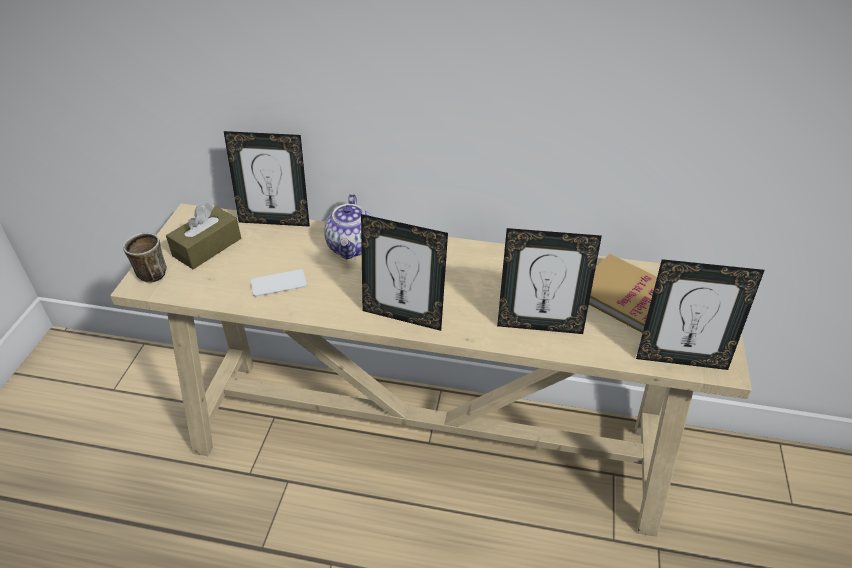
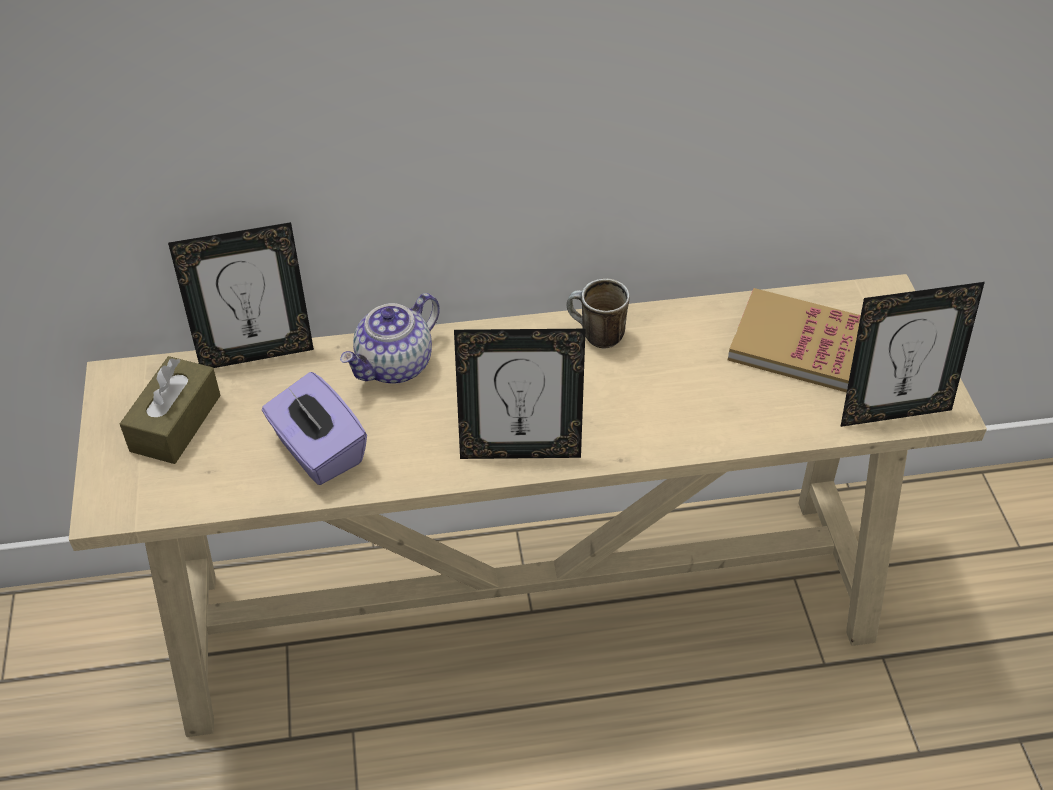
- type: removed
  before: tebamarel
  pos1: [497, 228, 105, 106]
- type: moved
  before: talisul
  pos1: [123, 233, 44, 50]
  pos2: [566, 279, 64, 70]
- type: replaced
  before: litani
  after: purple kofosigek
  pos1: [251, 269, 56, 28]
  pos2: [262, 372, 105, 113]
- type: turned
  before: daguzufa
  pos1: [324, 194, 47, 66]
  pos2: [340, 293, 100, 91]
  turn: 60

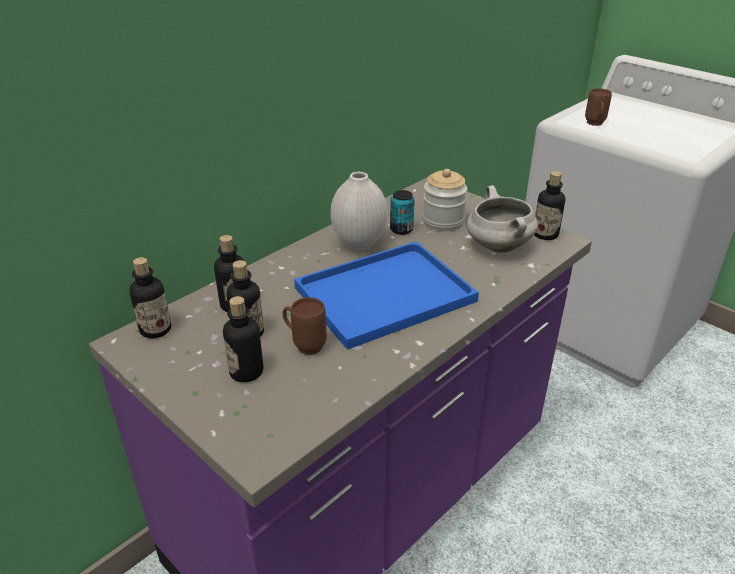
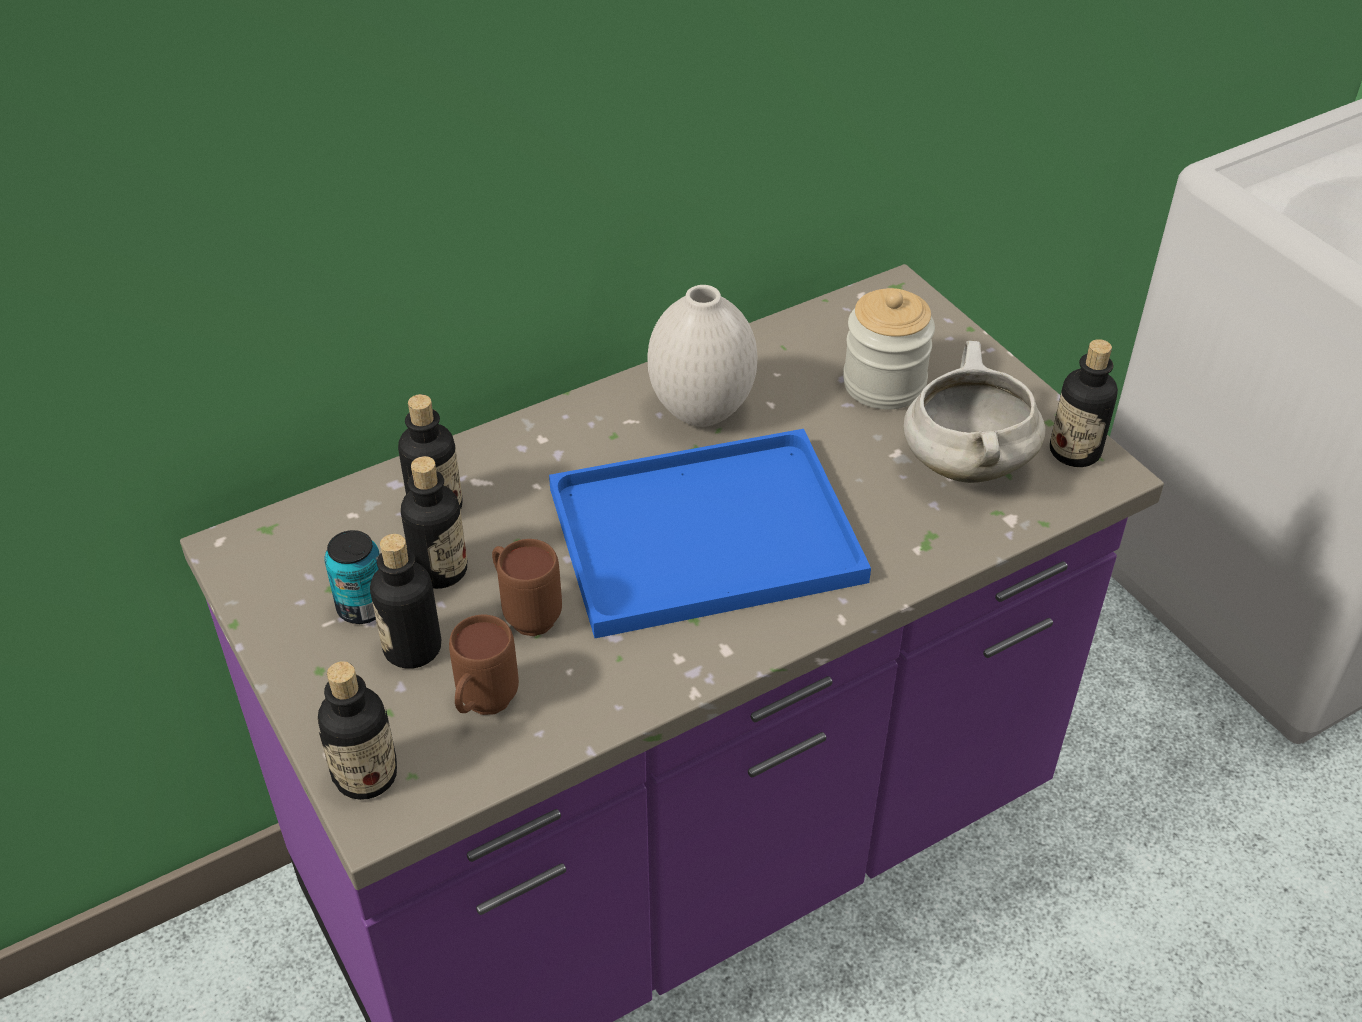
- type: moved
  before: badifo
  pos1: [129, 257, 42, 81]
  pos2: [318, 661, 79, 139]
- type: moved
  before: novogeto
  pos1: [390, 190, 25, 45]
  pos2: [324, 530, 56, 94]
- type: moved
  before: brown talisul
  pos1: [585, 88, 27, 38]
  pos2: [449, 615, 70, 100]

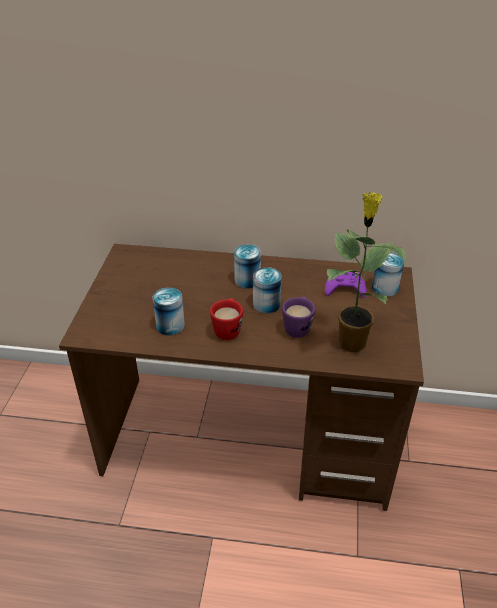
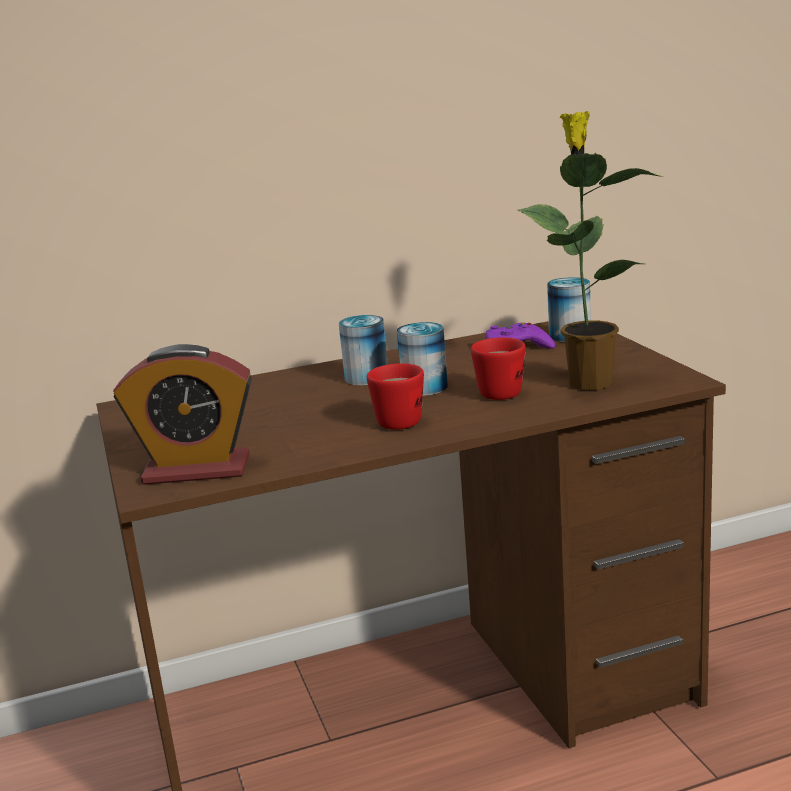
- type: removed
  before: novogeto
  pos1: [153, 288, 32, 48]
- type: added
  after: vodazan
  pos2: [113, 344, 139, 141]
- type: recoloured
  before: purple talisul
  after: red talisul
  pos1: [282, 297, 33, 41]
  pos2: [471, 338, 55, 62]

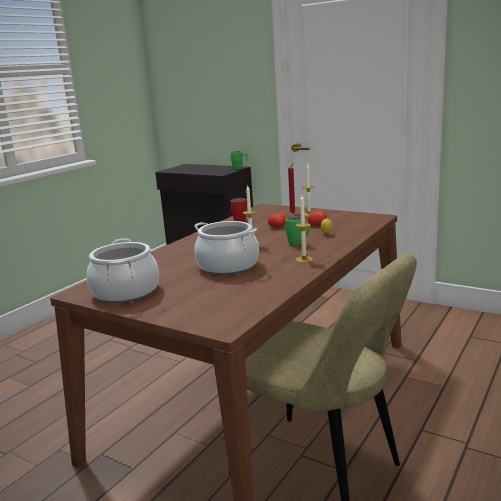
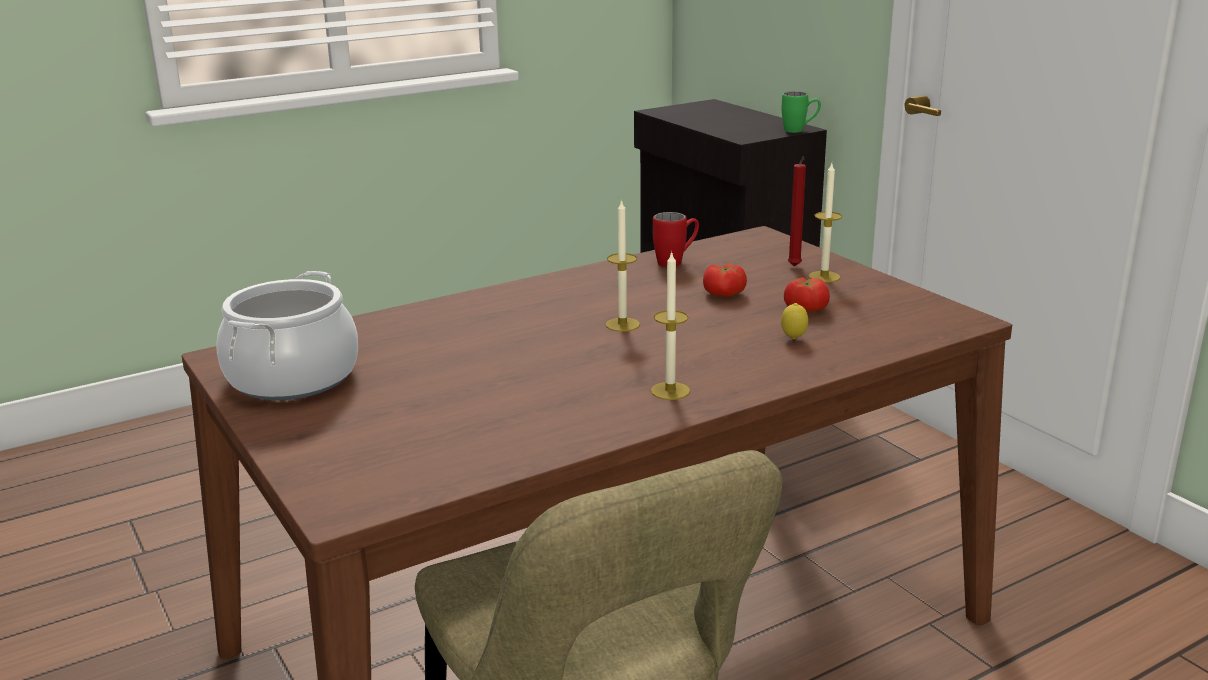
- type: removed
  before: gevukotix
  pos1: [194, 221, 65, 54]
- type: removed
  before: green talisul
  pos1: [285, 216, 25, 30]

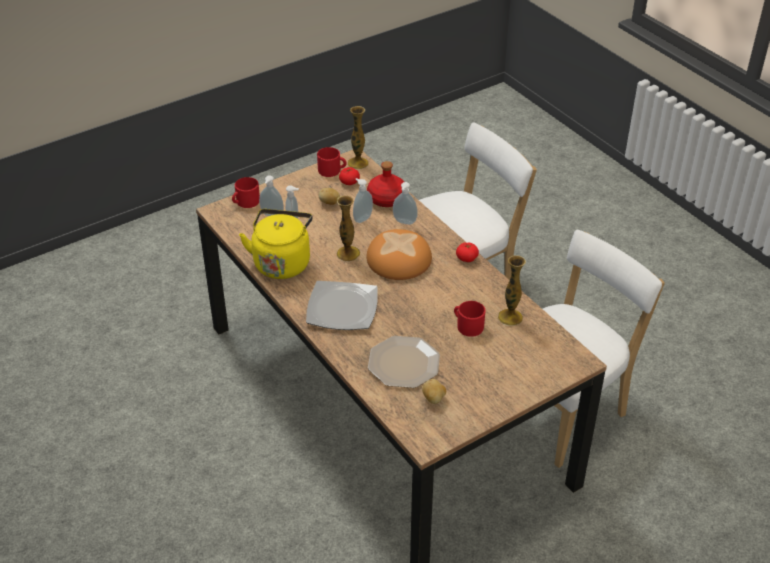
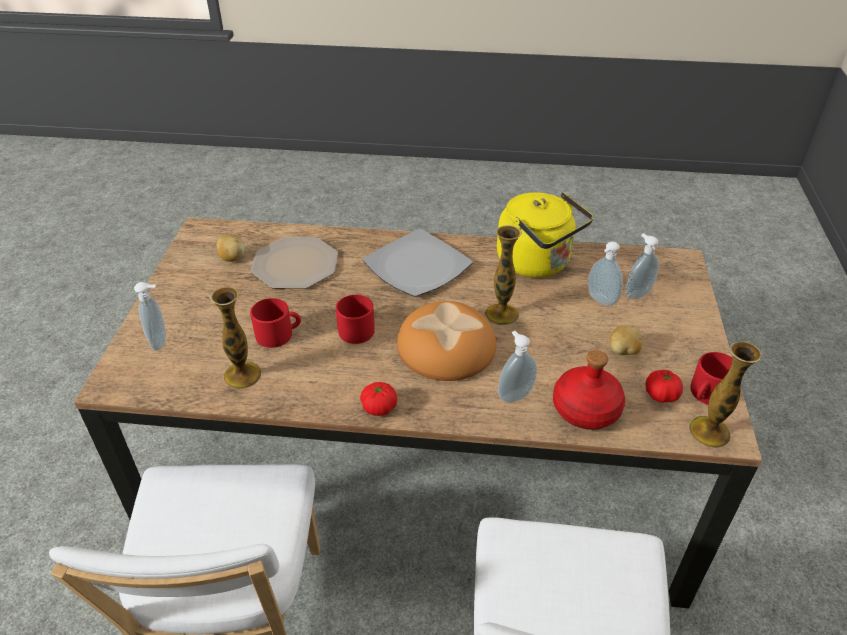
- type: moved
  before: red talisul
  pos1: [232, 177, 28, 31]
  pos2: [336, 295, 39, 49]
- type: moved
  before: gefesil
  pos1: [353, 178, 20, 45]
  pos2: [134, 282, 32, 68]

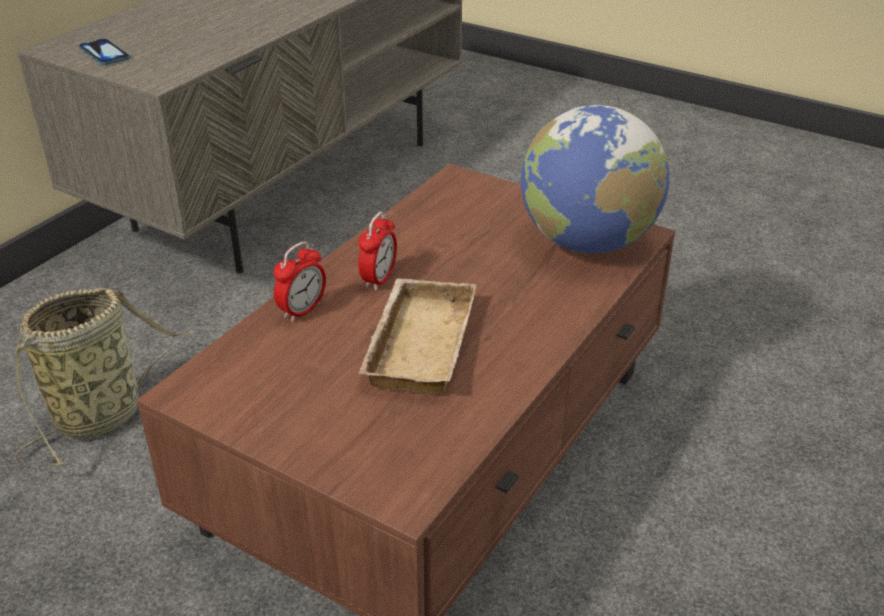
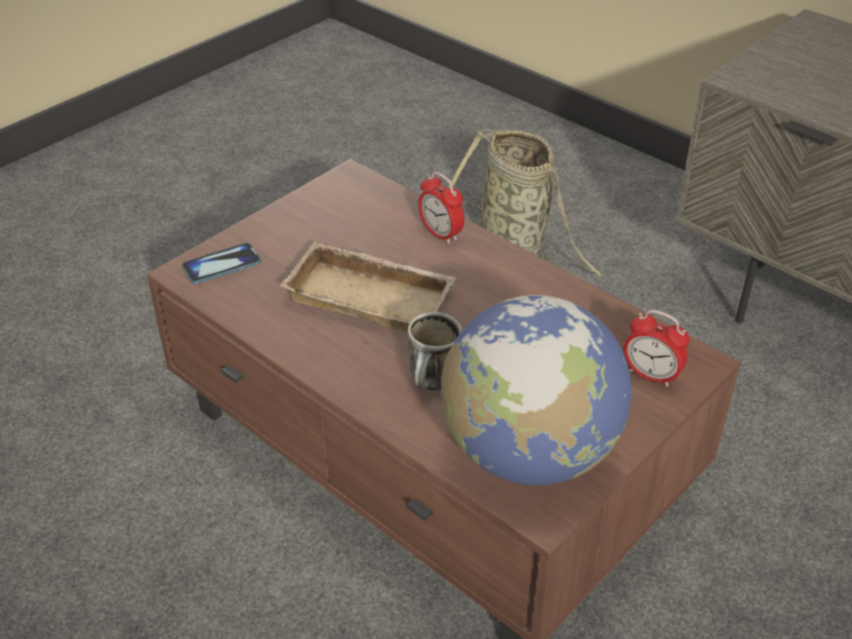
- type: added
  after: talisul
  pos2: [408, 312, 54, 78]
- type: moved
  before: litani
  pos1: [78, 38, 52, 27]
  pos2: [181, 243, 80, 41]
- type: moved
  before: vodazan
  pos1: [359, 212, 38, 79]
  pos2: [624, 310, 65, 77]

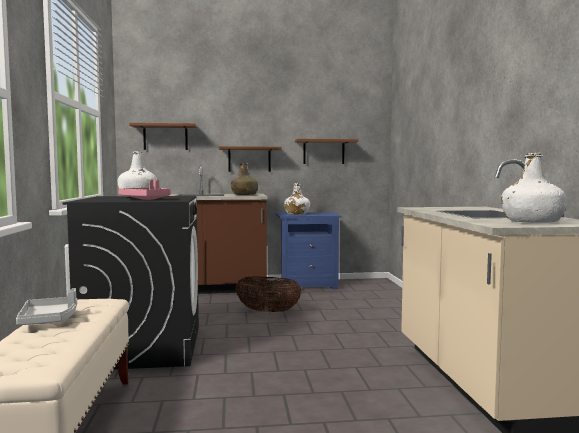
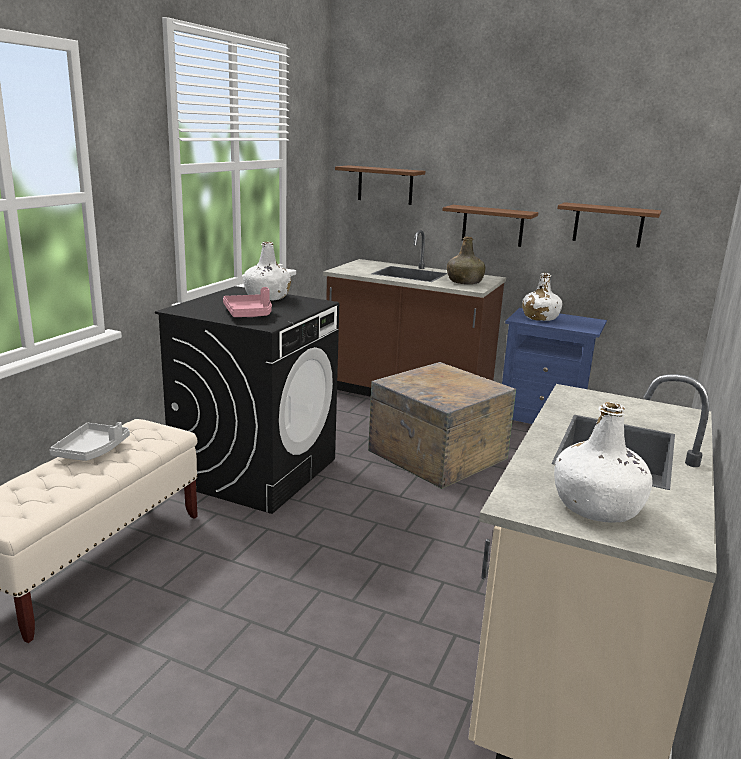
- type: replaced
  before: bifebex
  after: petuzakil
  pos1: [235, 276, 67, 36]
  pos2: [368, 362, 148, 127]

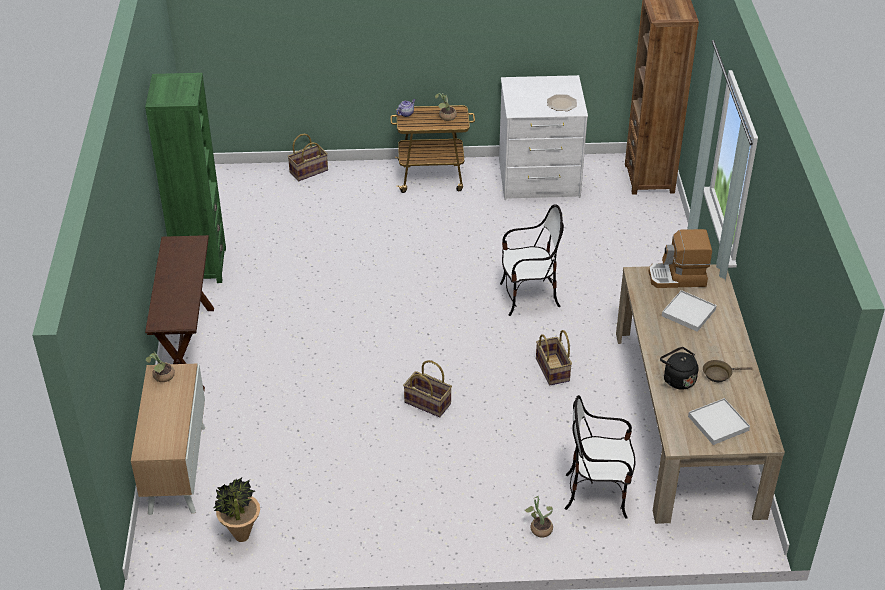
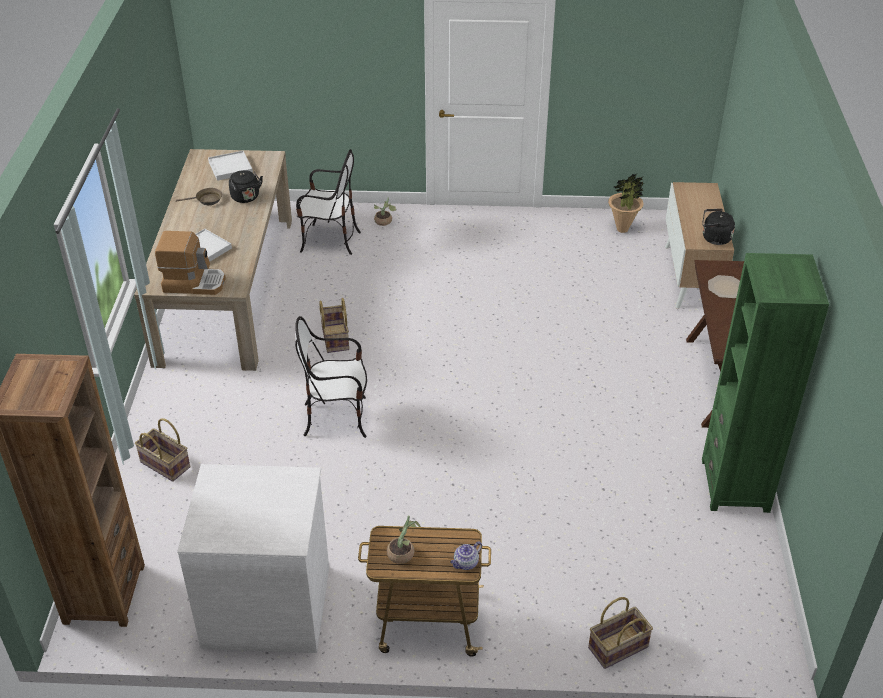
- type: moved
  before: bifebex
  pos1: [403, 360, 49, 57]
  pos2: [135, 418, 55, 64]
- type: moved
  before: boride
  pos1: [547, 94, 30, 17]
  pos2: [708, 275, 32, 24]
- type: replaced
  before: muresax
  after: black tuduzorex
  pos1: [146, 352, 29, 30]
  pos2: [702, 209, 33, 36]

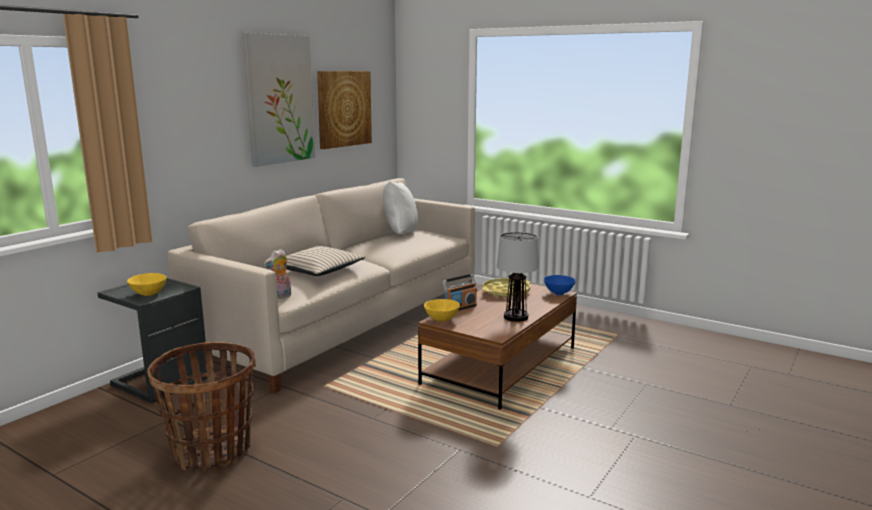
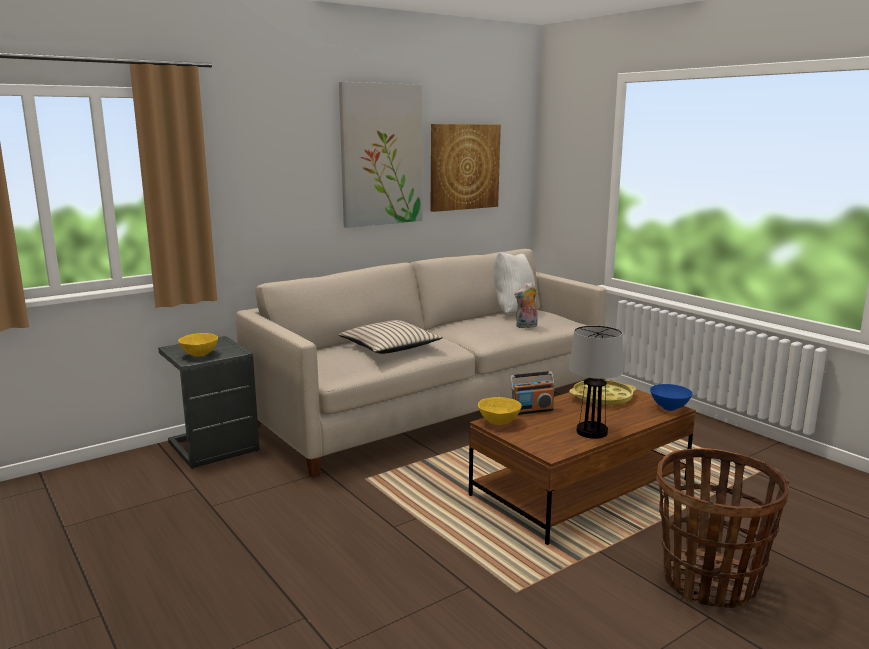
- type: moved
  before: bifebex
  pos1: [147, 342, 109, 129]
  pos2: [656, 448, 133, 160]
- type: moved
  before: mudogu
  pos1: [263, 249, 28, 50]
  pos2: [515, 282, 23, 46]

